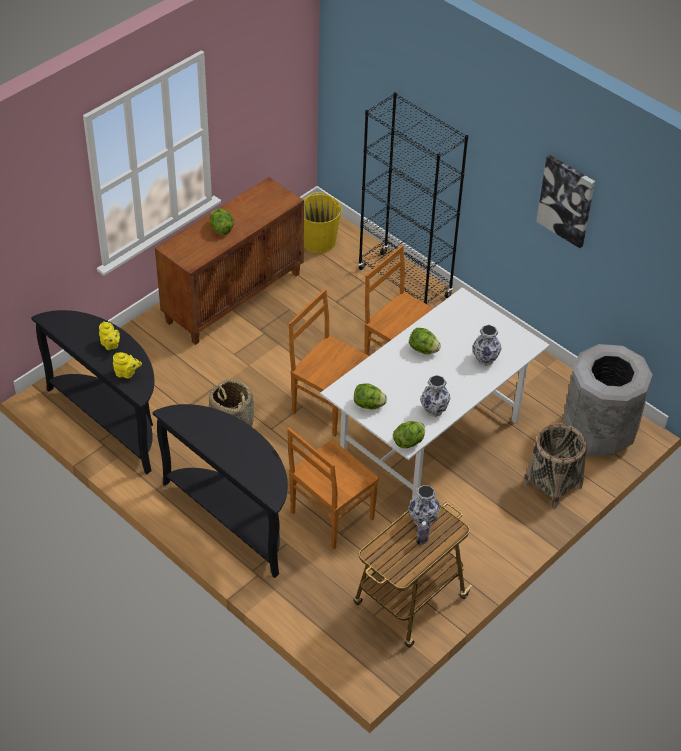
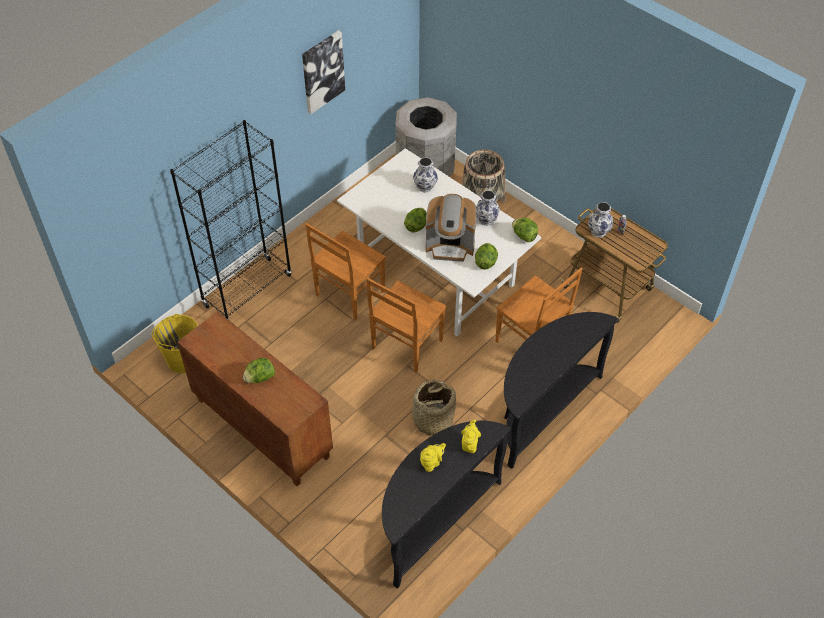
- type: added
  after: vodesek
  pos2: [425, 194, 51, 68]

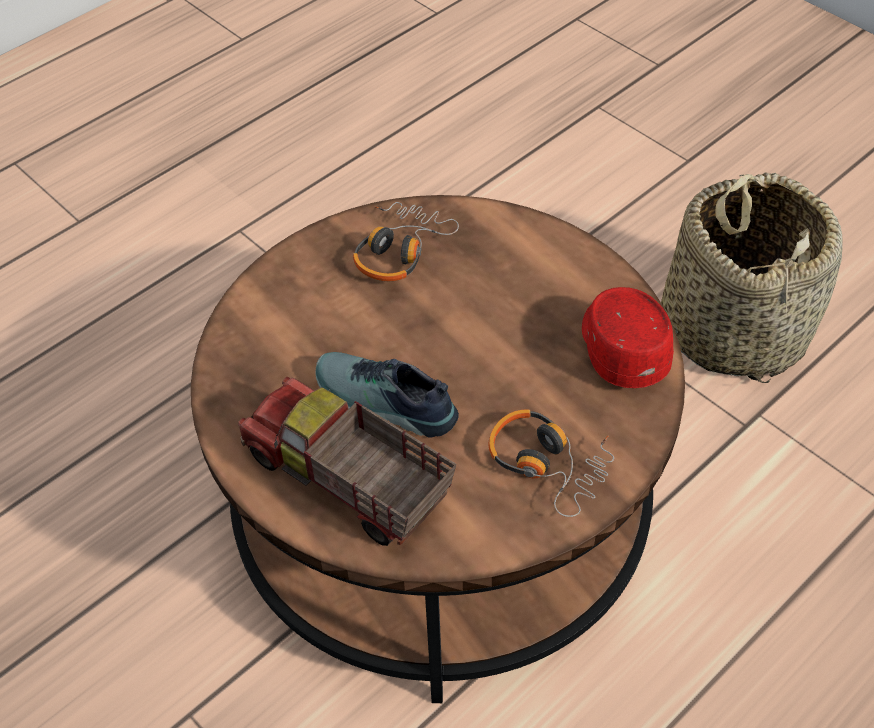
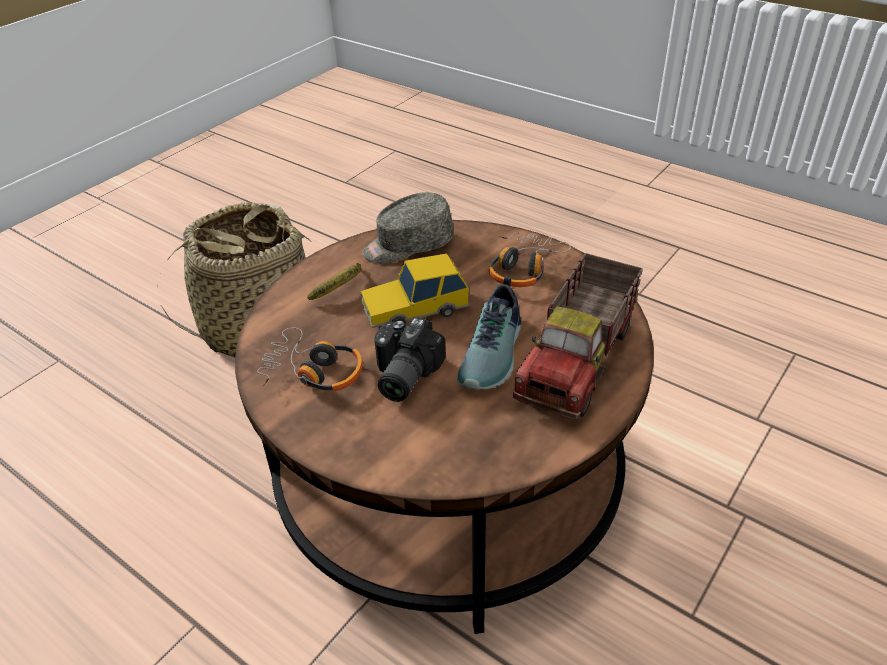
- type: added
  after: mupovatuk
  pos2: [307, 263, 55, 37]
- type: added
  after: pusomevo
  pos2: [361, 253, 109, 75]
- type: added
  after: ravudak
  pos2: [374, 317, 72, 85]
- type: recoloured
  before: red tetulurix
  after: grey tetulurix
  pos1: [582, 287, 92, 101]
  pos2: [362, 192, 91, 71]

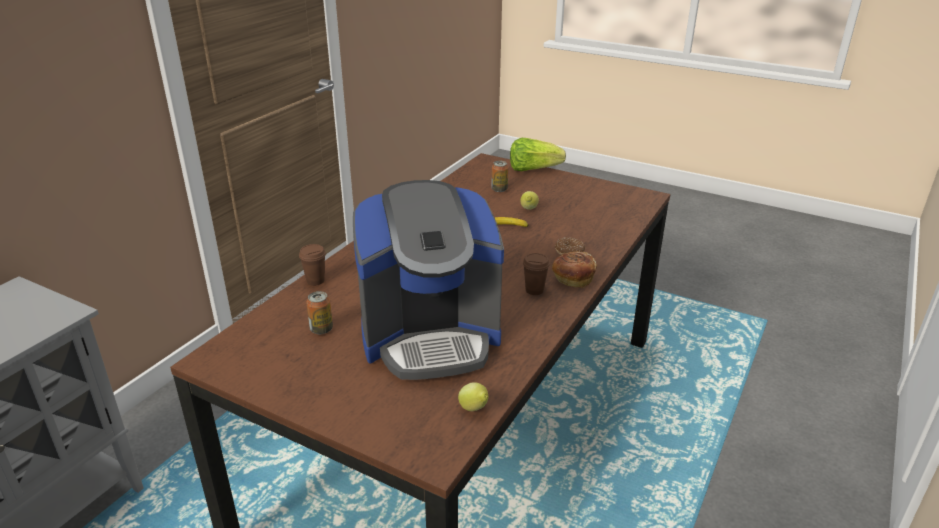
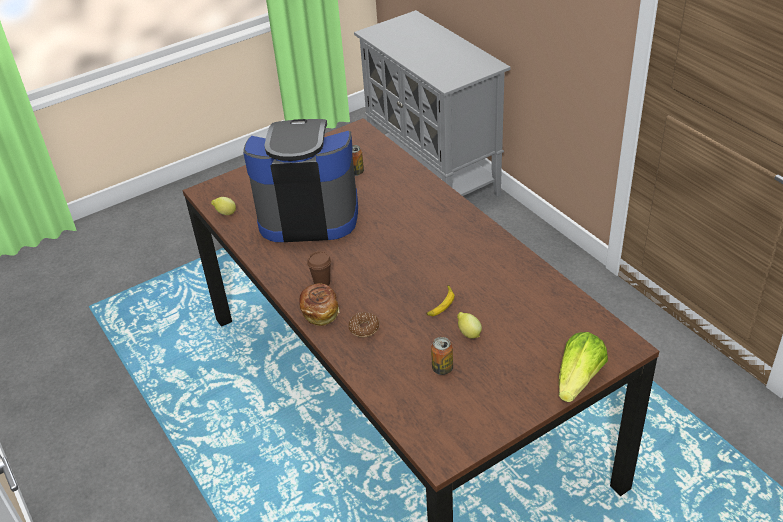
- type: removed
  before: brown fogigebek
  pos1: [299, 244, 27, 42]
- type: moved
  before: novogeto
  pos1: [491, 161, 18, 31]
  pos2: [431, 337, 22, 38]
- type: turned
  before: vodesek
  pos1: [353, 180, 151, 200]
  pos2: [243, 119, 115, 123]
  turn: 75

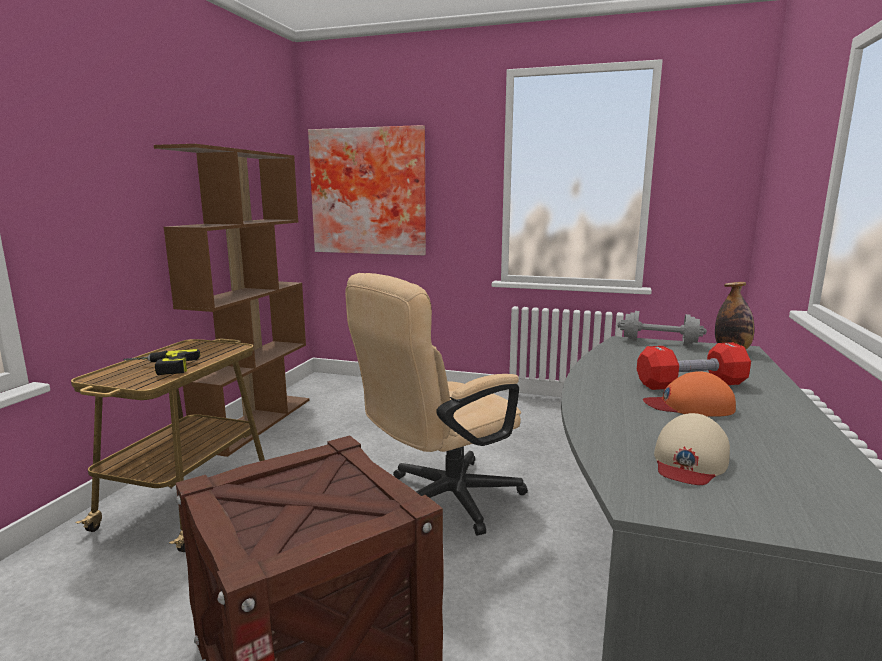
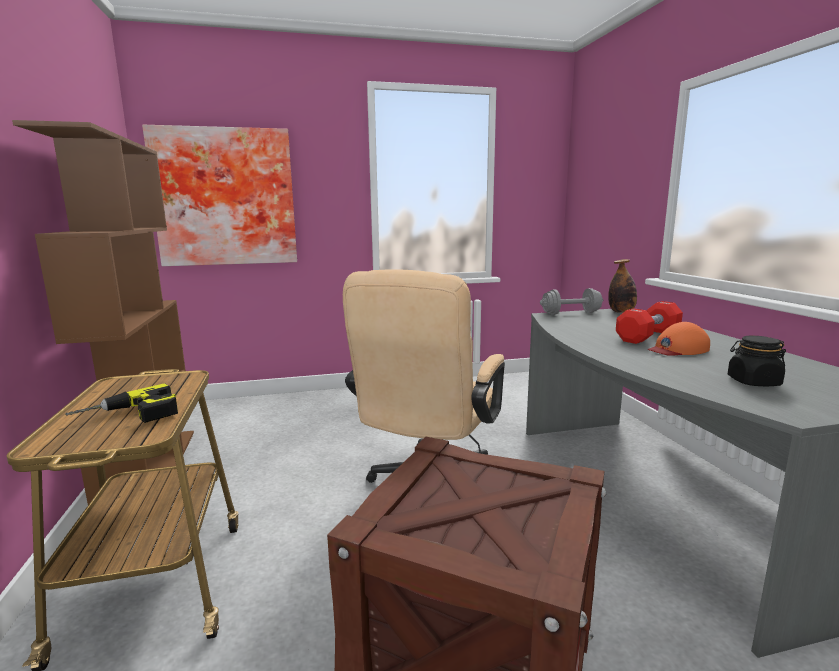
- type: replaced
  before: beige tetulurix
  after: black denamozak
  pos1: [654, 413, 76, 72]
  pos2: [728, 336, 58, 50]

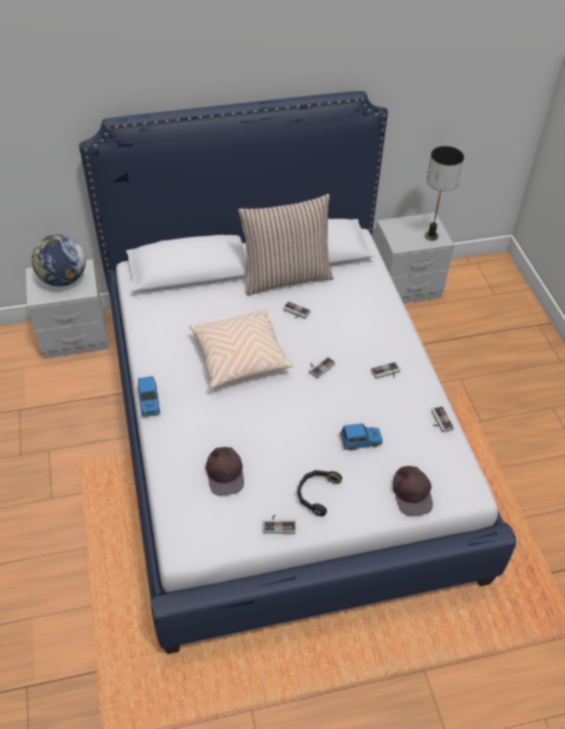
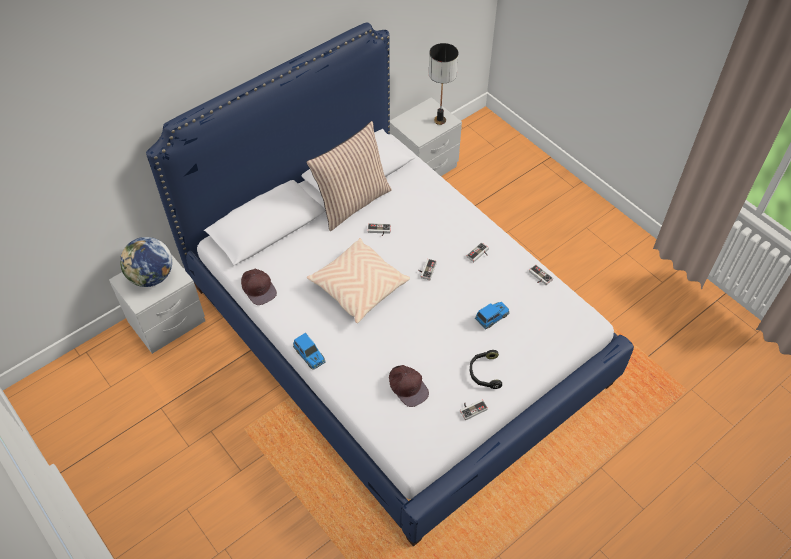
- type: moved
  before: brown tetulurix
  pos1: [393, 466, 40, 50]
  pos2: [241, 269, 36, 36]

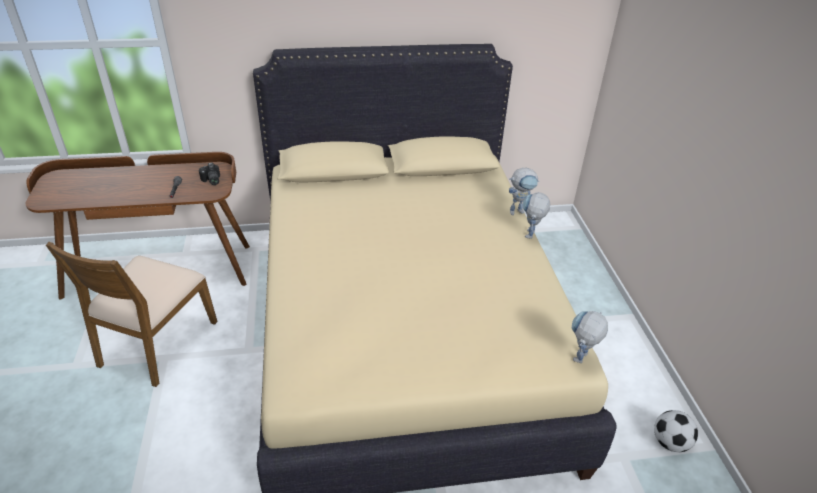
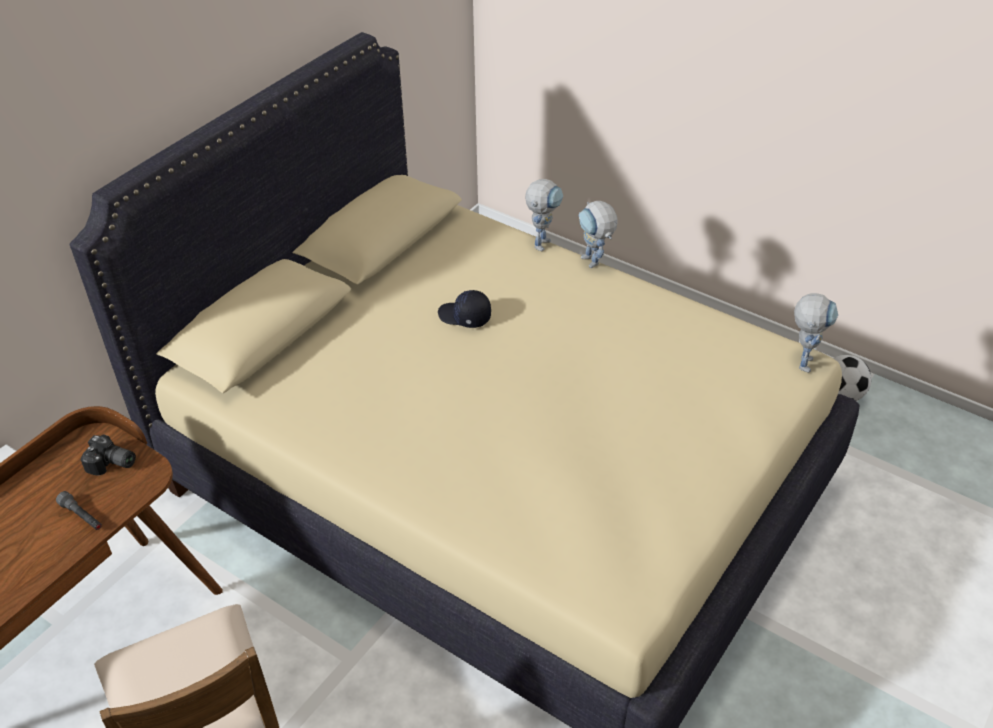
- type: added
  after: black tetulurix
  pos2: [438, 290, 53, 38]
- type: turned
  before: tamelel
  pos1: [572, 311, 36, 52]
  pos2: [794, 293, 44, 80]
  turn: -150

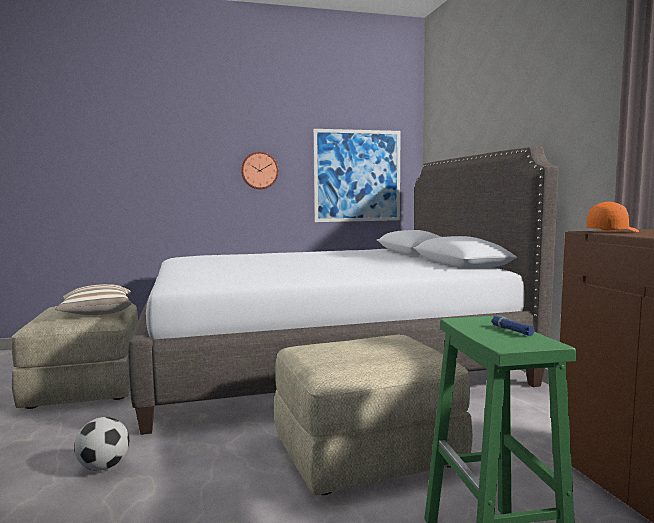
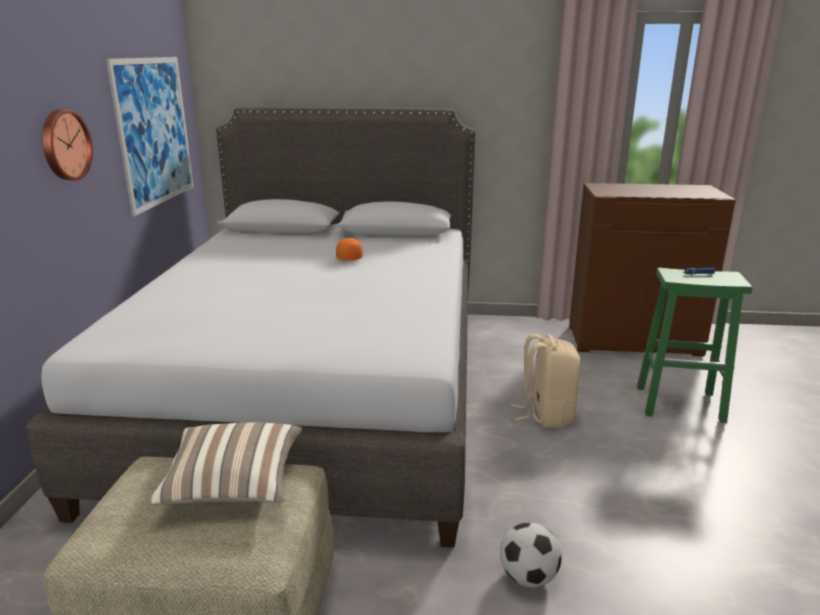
- type: moved
  before: orange tetulurix
  pos1: [587, 201, 52, 31]
  pos2: [336, 238, 27, 22]
- type: replaced
  before: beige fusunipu
  after: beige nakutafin
  pos1: [274, 335, 199, 160]
  pos2: [511, 334, 70, 94]

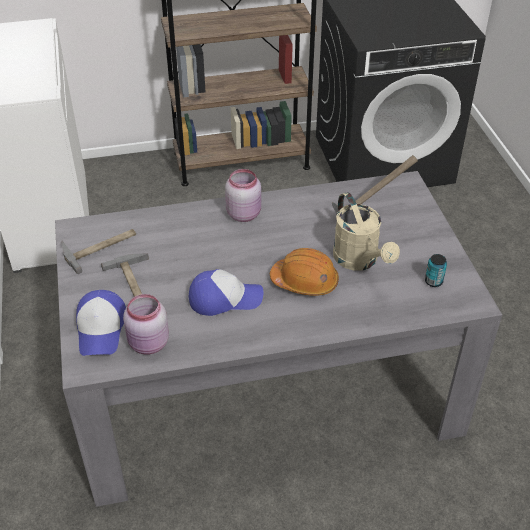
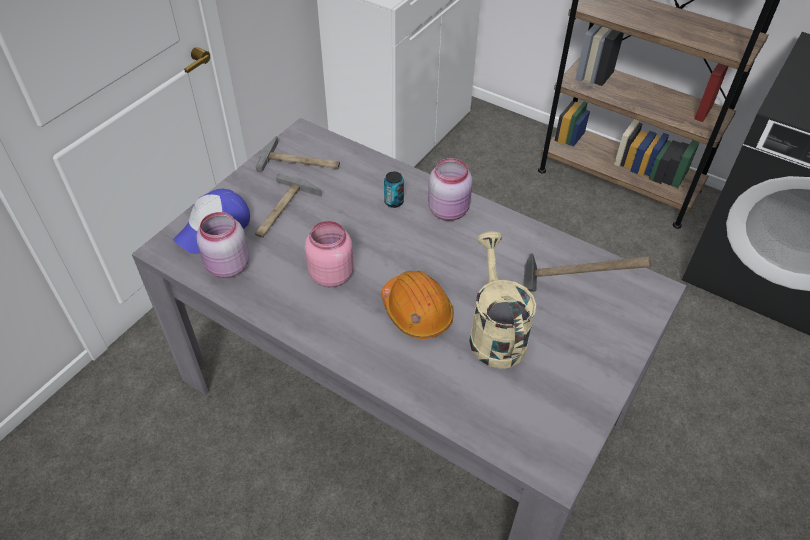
- type: moved
  before: novogeto
  pos1: [425, 254, 22, 33]
  pos2: [384, 172, 20, 36]
- type: replaced
  before: tetulurix
  after: pink denamozak
  pos1: [189, 269, 74, 47]
  pos2: [305, 221, 49, 66]
- type: turned
  before: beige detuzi
  pos1: [333, 192, 67, 78]
  pos2: [469, 231, 67, 138]
  turn: 150

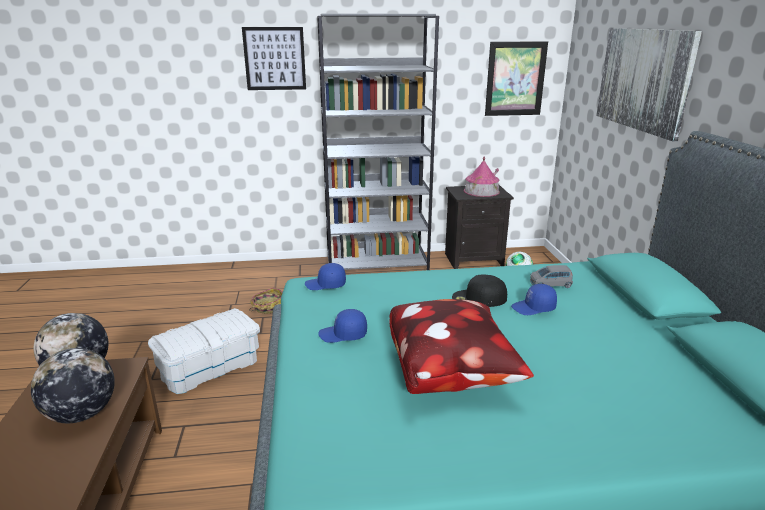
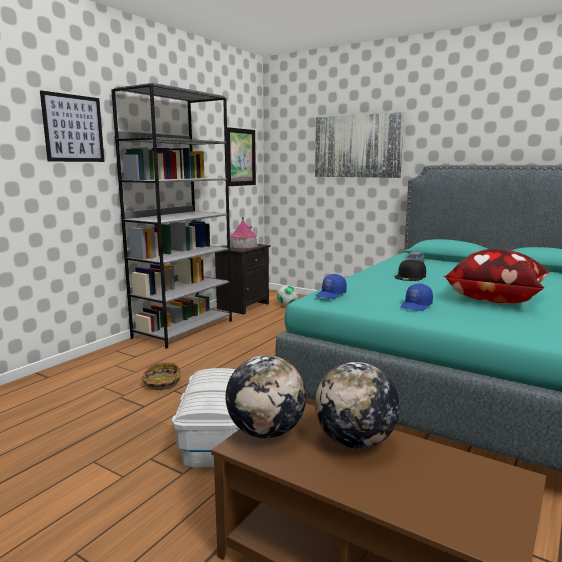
- type: removed
  before: blue tetulurix
  pos1: [511, 284, 46, 31]

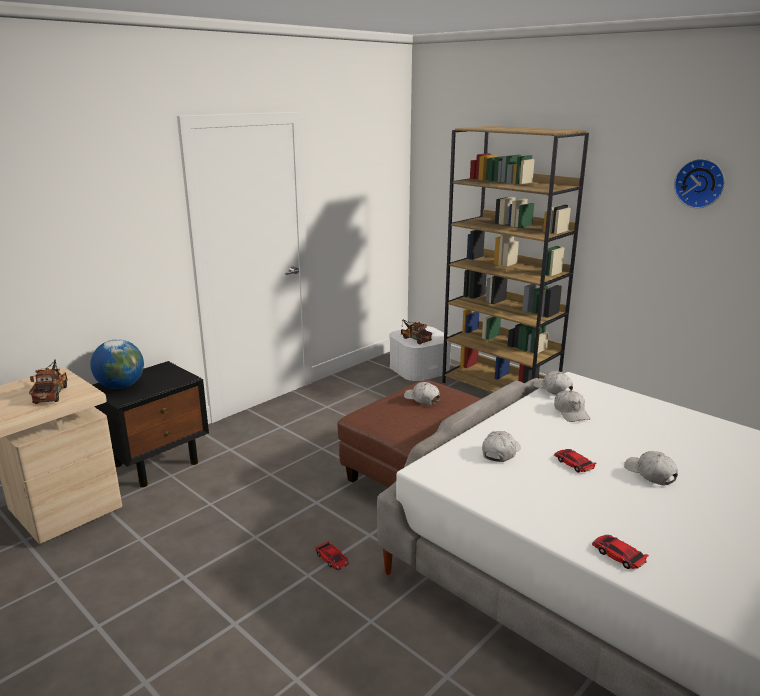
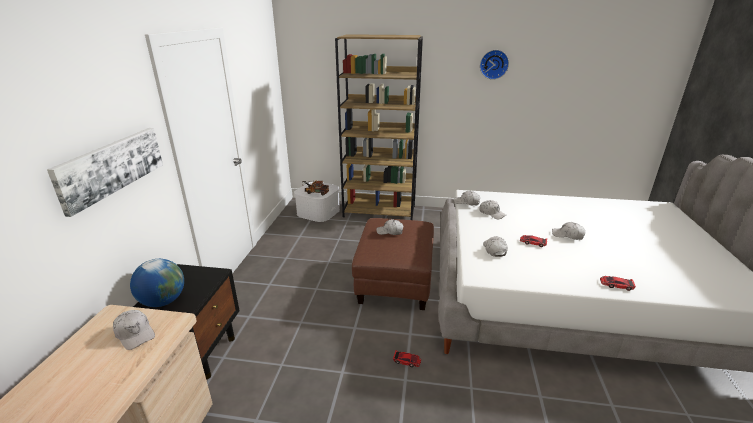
- type: added
  after: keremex
  pos2: [47, 128, 116, 89]
- type: replaced
  before: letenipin
  after: white tetulurix
  pos1: [29, 359, 39, 45]
  pos2: [113, 310, 42, 40]

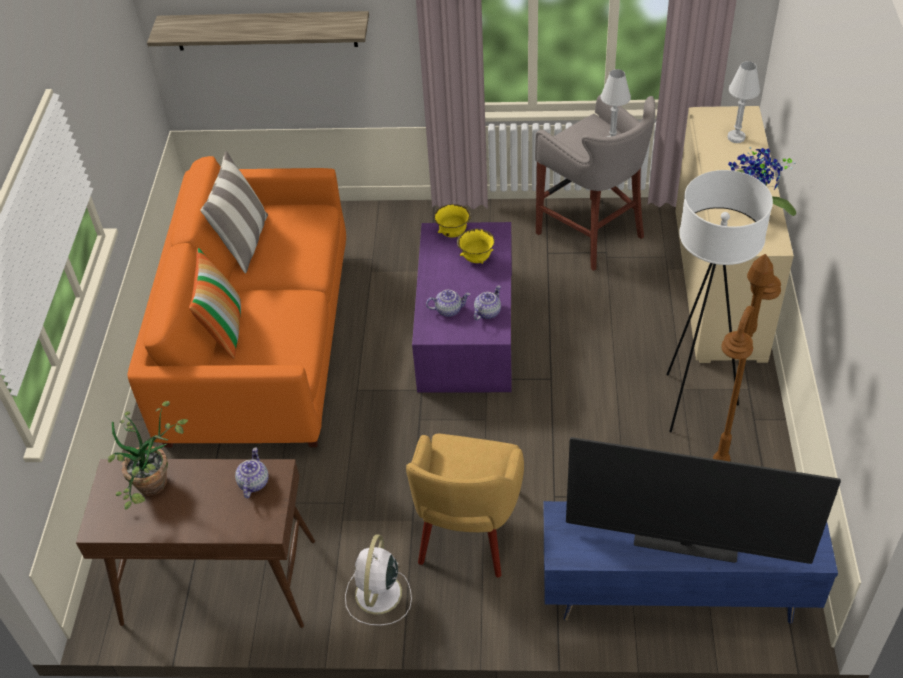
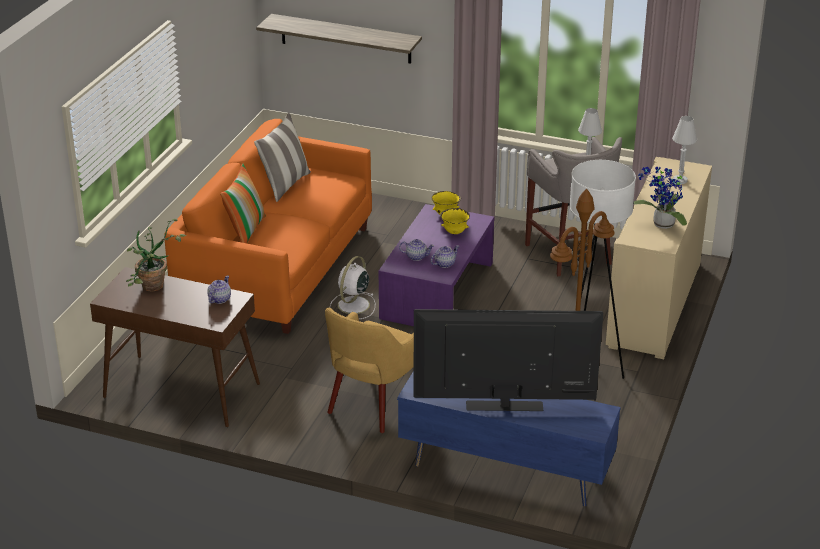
- type: moved
  before: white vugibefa
  pos1: [345, 534, 67, 92]
  pos2: [330, 256, 45, 63]
- type: turned
  before: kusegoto
  pos1: [566, 437, 275, 127]
  pos2: [414, 309, 189, 102]
  turn: 150

